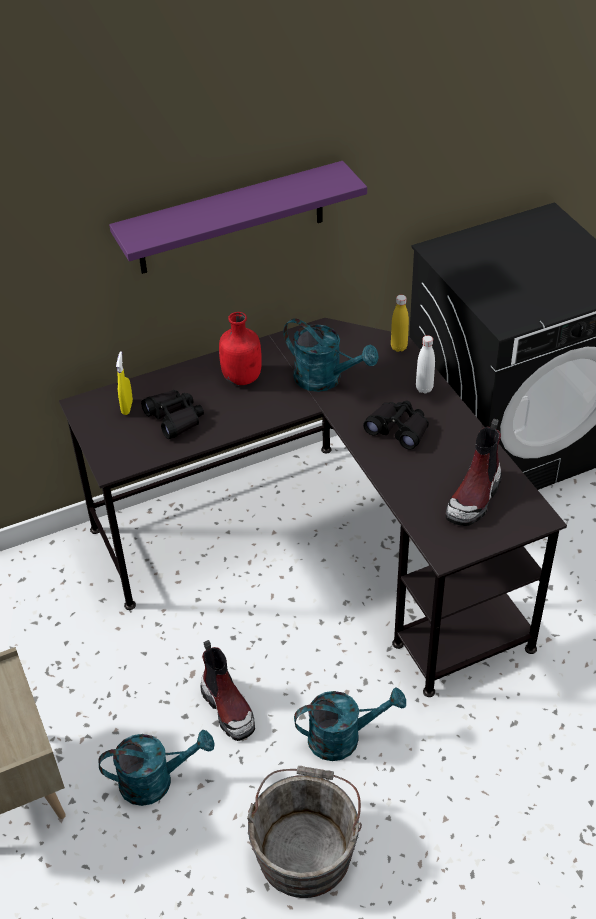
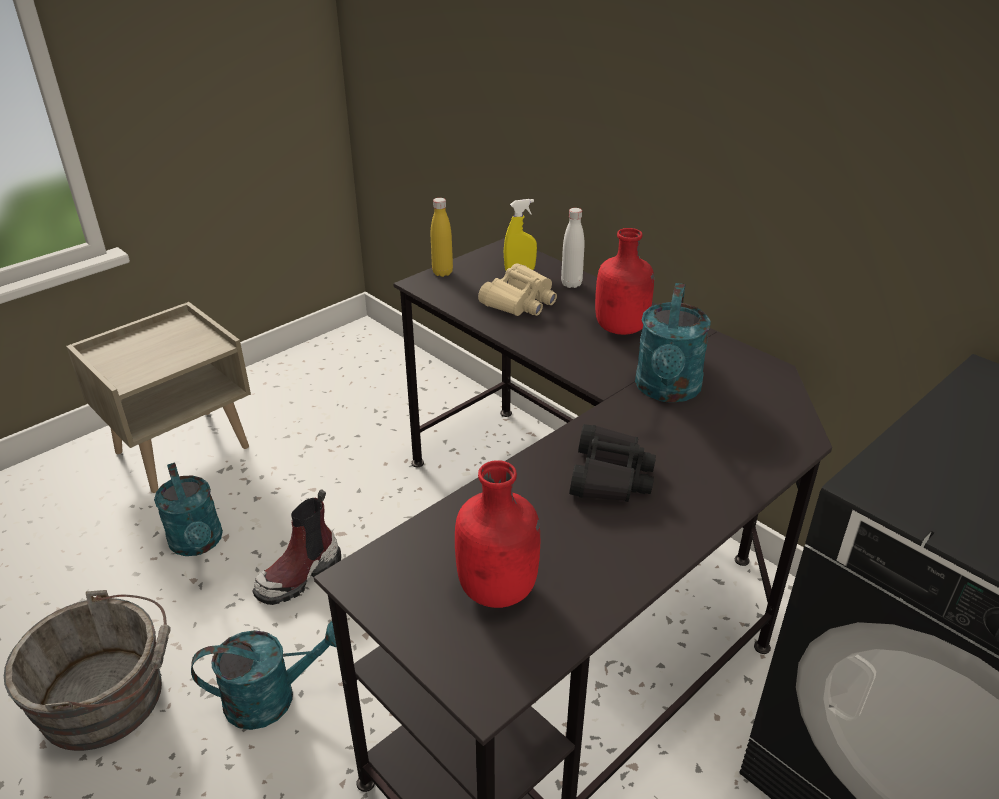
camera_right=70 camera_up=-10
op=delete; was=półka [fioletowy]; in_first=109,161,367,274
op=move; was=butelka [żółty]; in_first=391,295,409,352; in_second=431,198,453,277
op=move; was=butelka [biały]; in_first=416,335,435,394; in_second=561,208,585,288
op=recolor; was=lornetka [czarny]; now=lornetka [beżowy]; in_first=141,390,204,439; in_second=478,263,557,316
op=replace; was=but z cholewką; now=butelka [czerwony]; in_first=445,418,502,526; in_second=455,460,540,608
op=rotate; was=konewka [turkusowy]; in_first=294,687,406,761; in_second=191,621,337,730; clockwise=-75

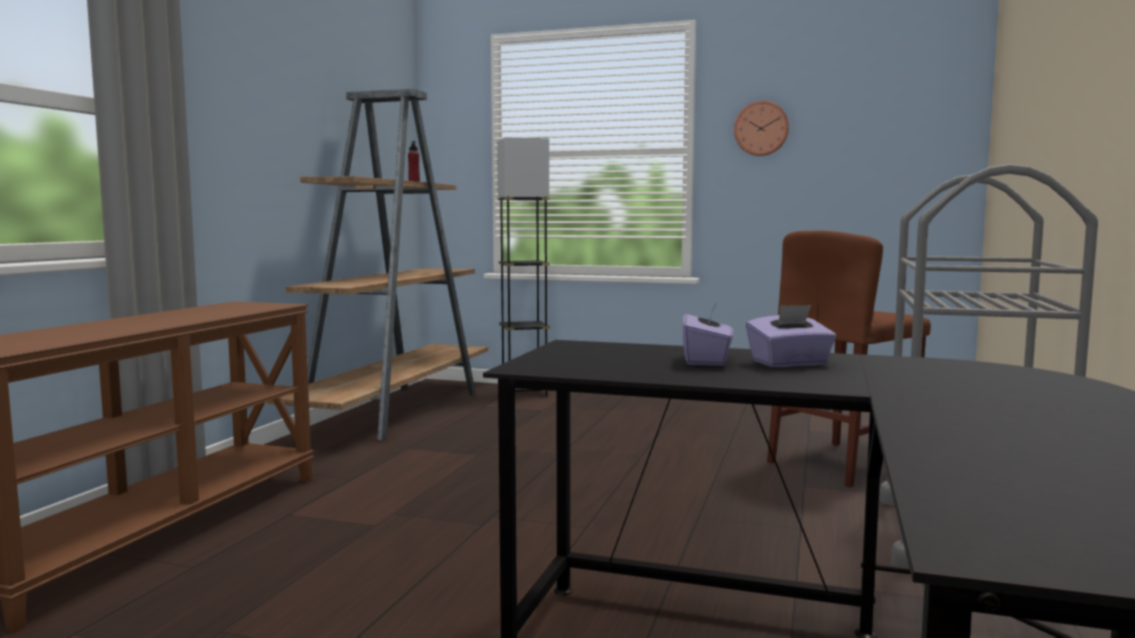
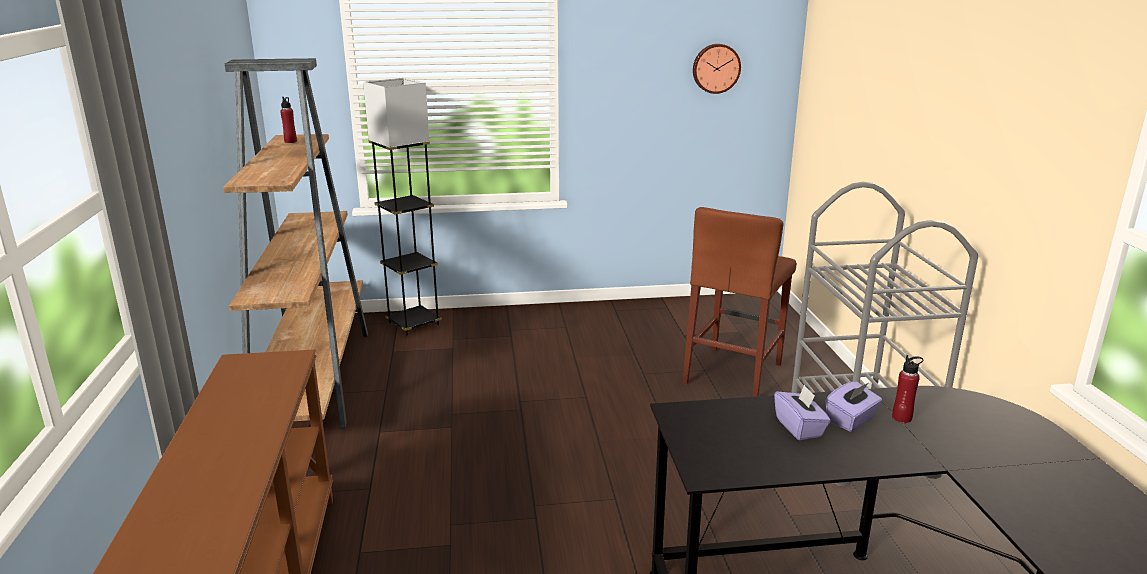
camera_right=-25 camera_up=15
op=move; was=zegar ścienny; in_first=734,101,789,156; in_second=693,44,741,94
op=insert; now=butelka [czerwony]; in_second=892,355,923,423

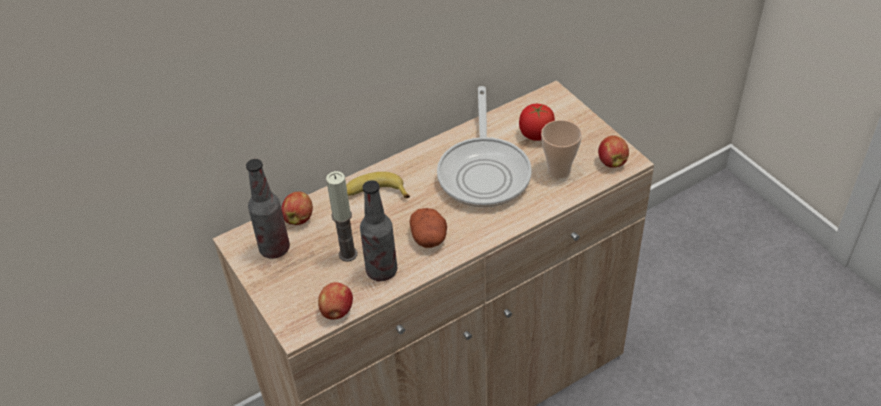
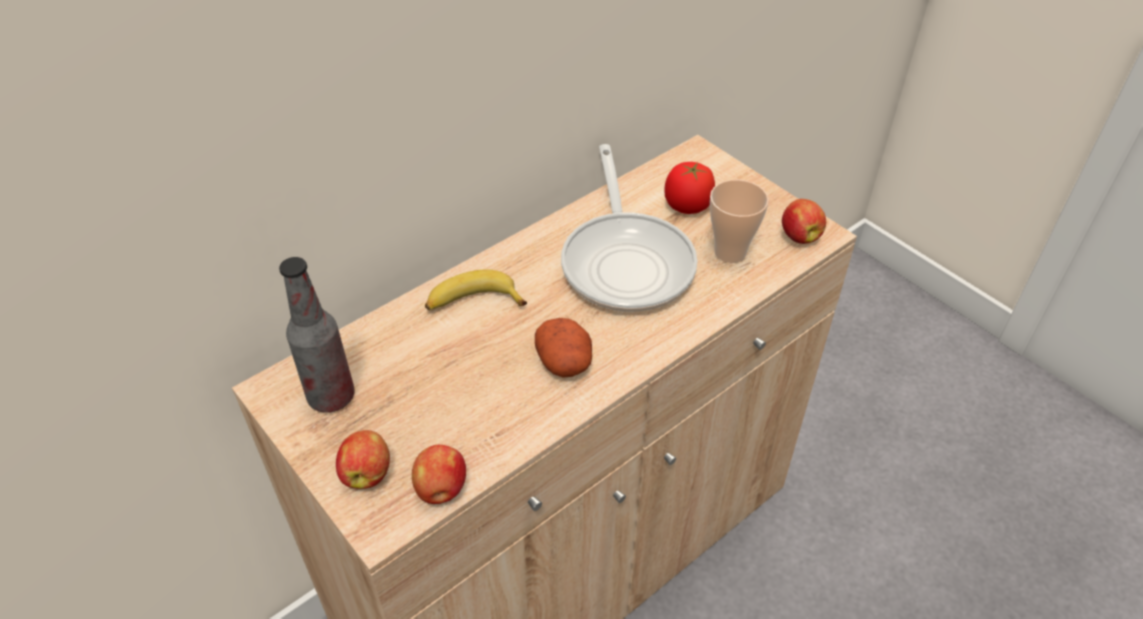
camera_right=-10 camera_up=0
op=delete; was=świeca; in_first=326,171,357,262
op=delete; was=butelka; in_first=360,180,397,281
op=move; was=jabłko; in_first=281,192,313,225; in_second=336,430,390,489

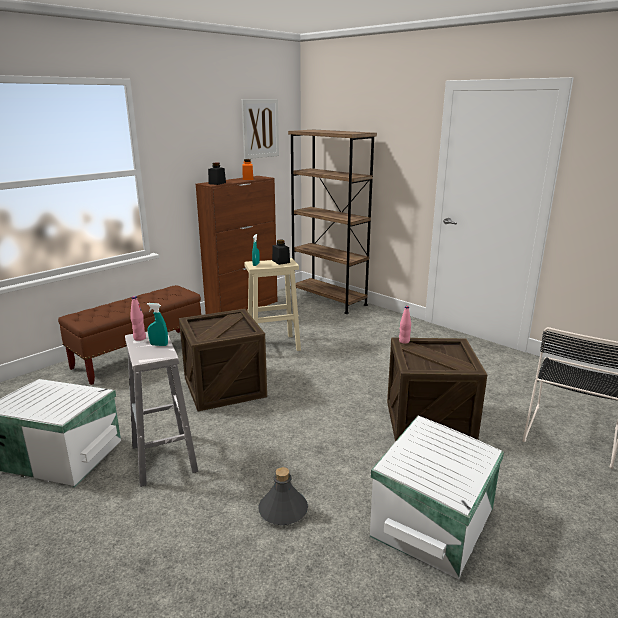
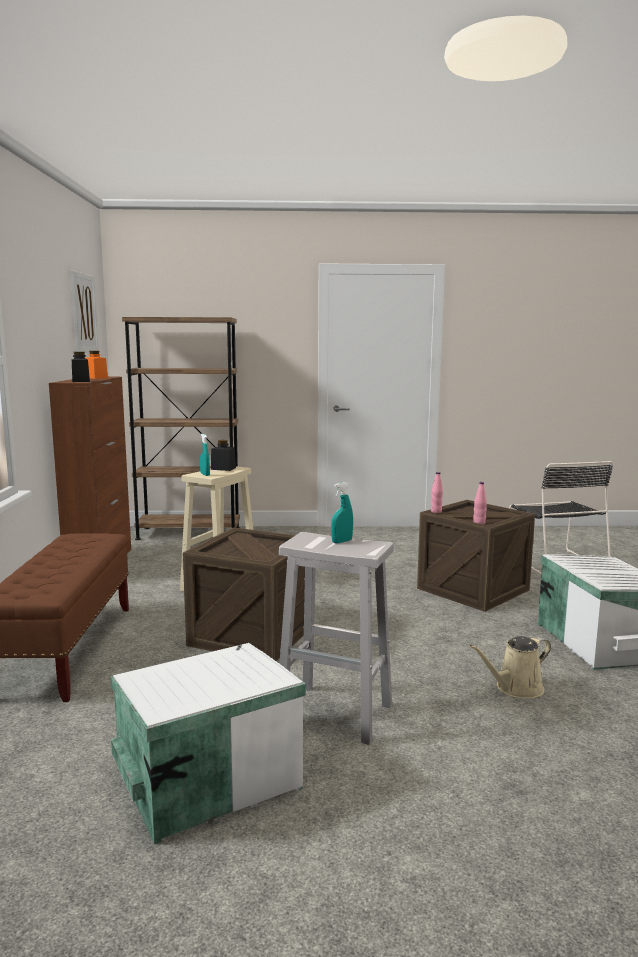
camera_right=-45 camera_up=-10
op=move; was=butelka [różowy]; in_first=130,296,146,341; in_second=473,482,487,524
op=replace; was=butelka [szary]; now=konewka [beżowy]; in_first=258,467,308,525; in_second=469,636,551,698

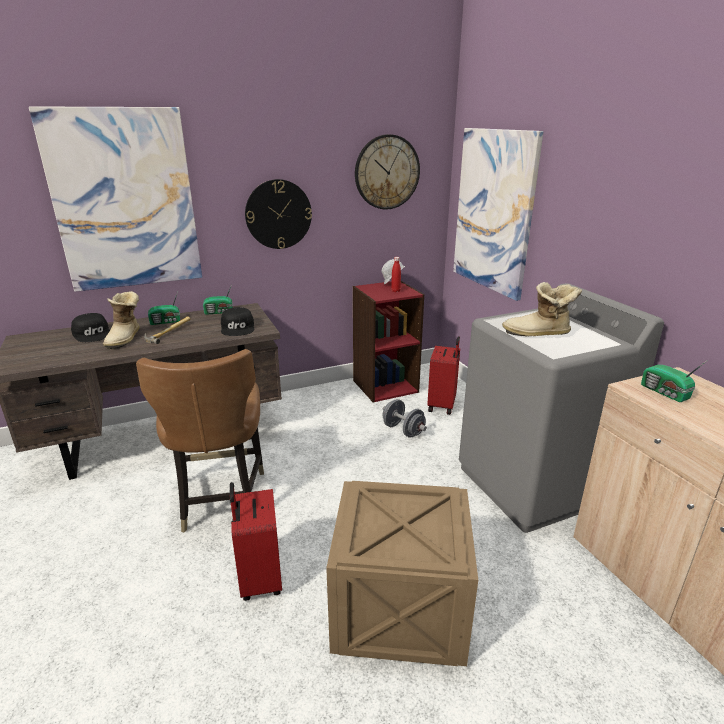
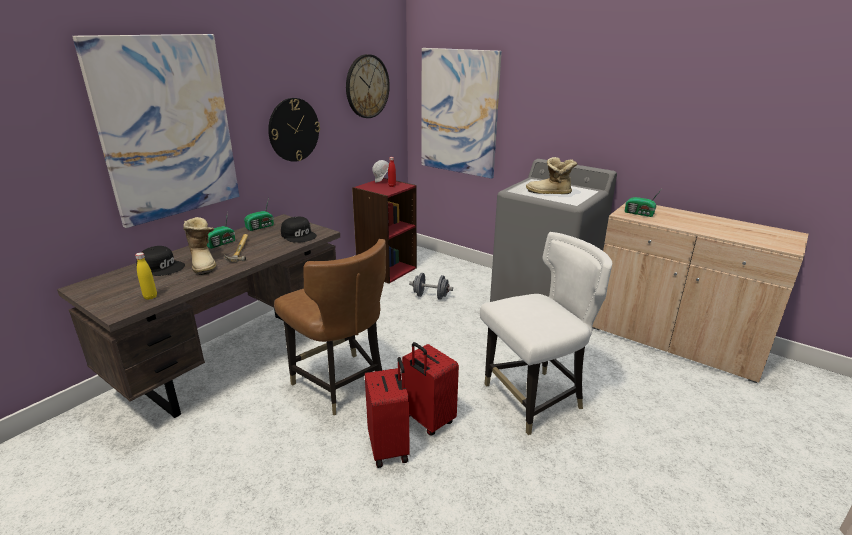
camera_right=-30 camera_up=0
op=rotate; was=but z cholewką; in_first=502,282,582,337; in_second=526,157,577,194; clockwise=45
op=move; was=walizka [czerwony]; in_first=427,336,460,415; in_second=365,357,410,468
op=replace; was=skrzynka; now=krzesło [biały]; in_first=326,481,478,666; in_second=480,232,612,435
op=insert; now=butelka [żółty]; in_second=135,252,157,300

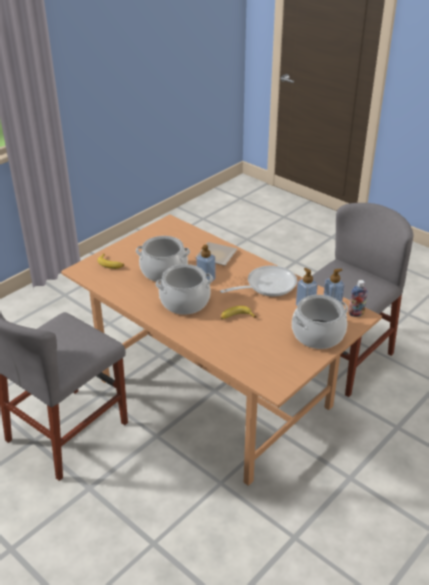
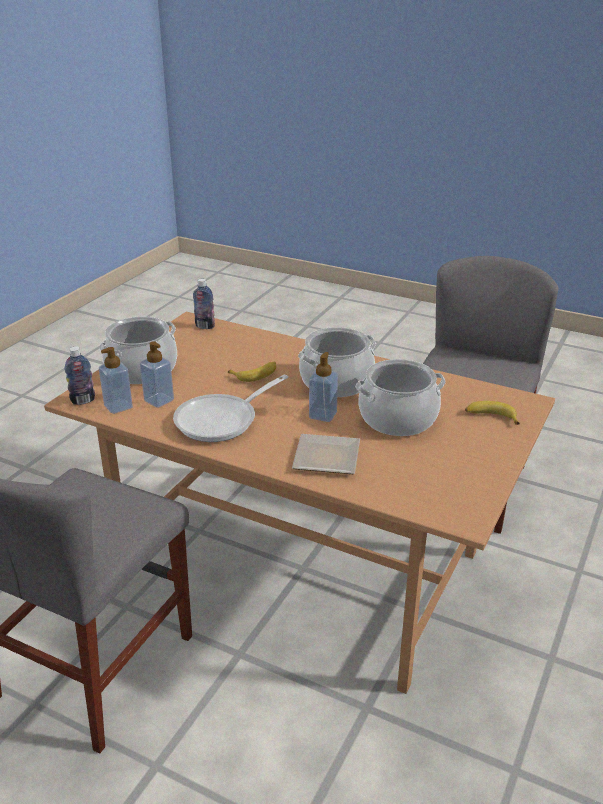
camera_right=165 camera_up=-5
op=insert; now=butelka; in_second=193,279,215,329

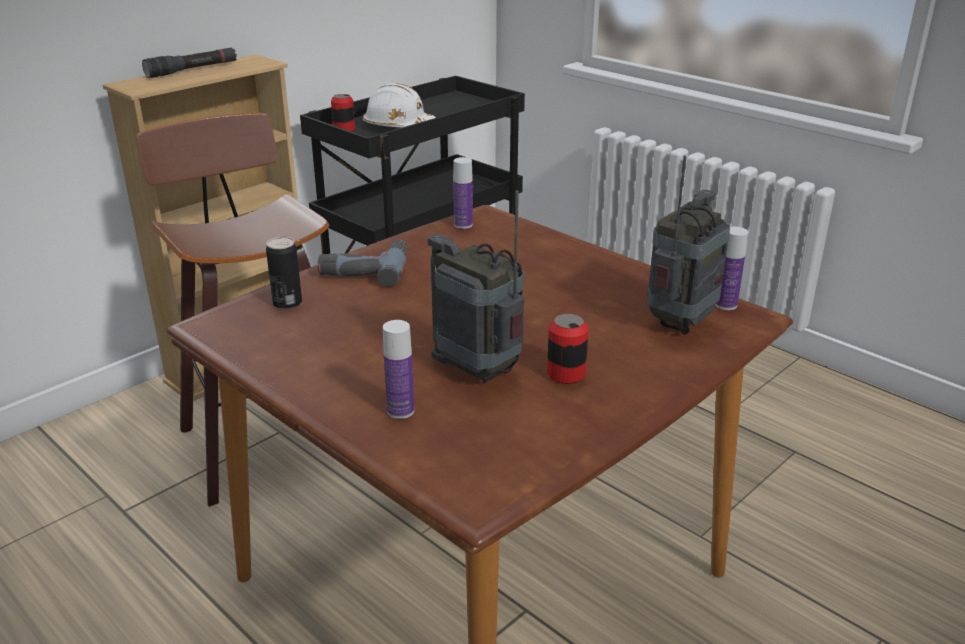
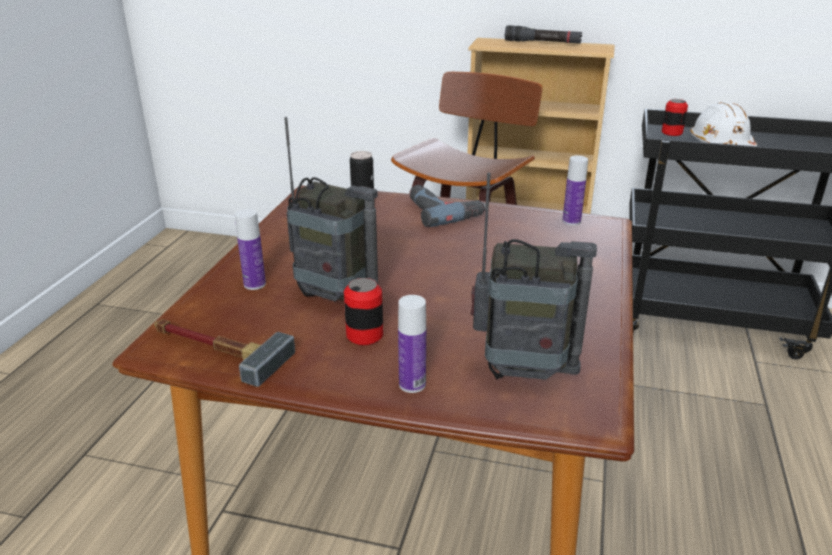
camera_right=60 camera_up=0
op=rotate; was=radio; in_first=428,190,524,383; in_second=284,117,378,301; clockwise=105
op=move; was=butelka; in_first=715,227,748,310; in_second=398,295,426,393
op=insert; now=młotek; in_second=154,319,295,387

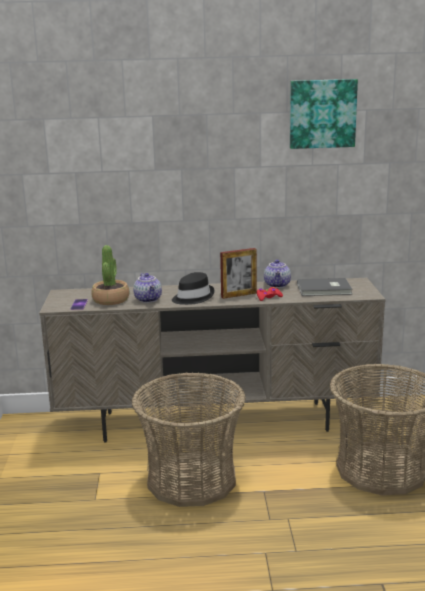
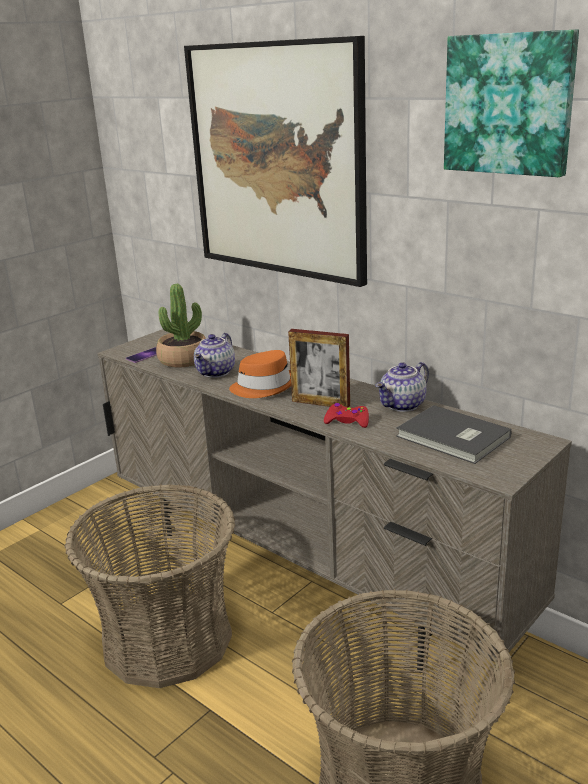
camera_right=45 camera_up=5
op=recolor; was=kapelusz [czarny]; now=kapelusz [pomarańczowy]; in_first=172,272,215,305; in_second=229,350,291,398
op=insert; now=obraz; in_second=184,36,367,287

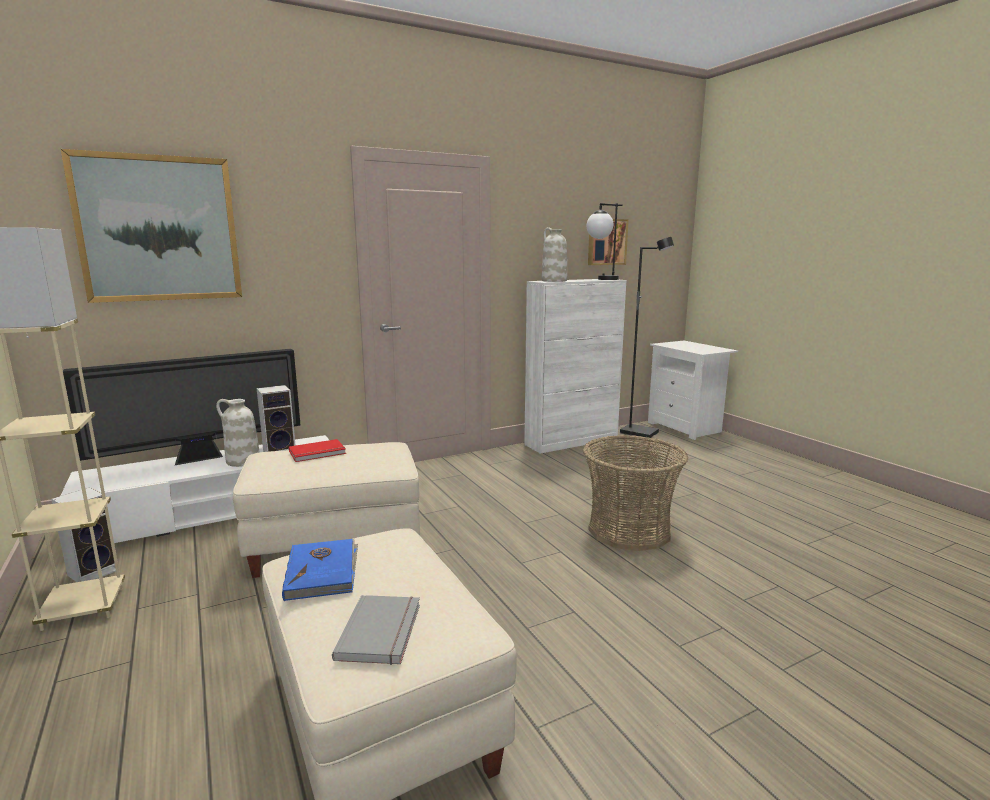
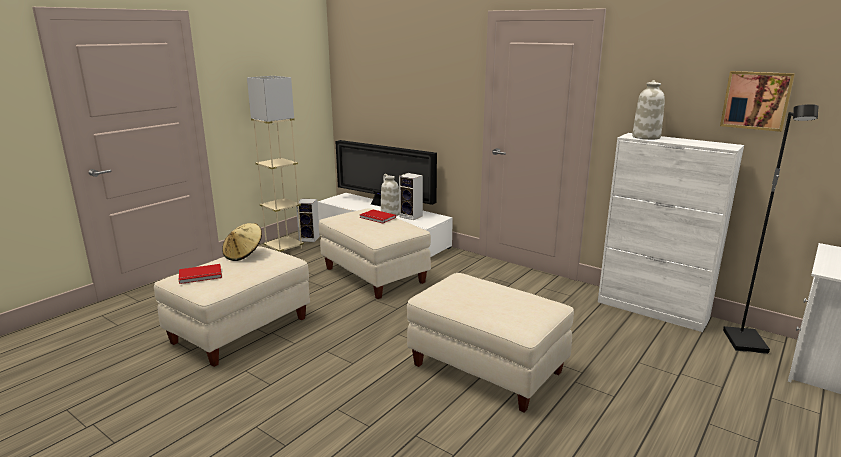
camera_right=65 camera_up=5
op=delete; was=obraz; in_first=61,149,242,303
op=delete; was=lampa stołowa; in_first=587,203,623,280
op=replace; was=koszyk; now=pufa [beżowy]; in_first=583,435,688,551; in_second=407,273,574,413
op=replace; was=książka [niebieski]; now=kapelusz [beżowy]; in_first=282,539,358,601; in_second=222,223,262,261
op=recolor; was=książka [szary]; now=książka [czerwony]; in_first=332,595,420,665; in_second=178,264,222,284

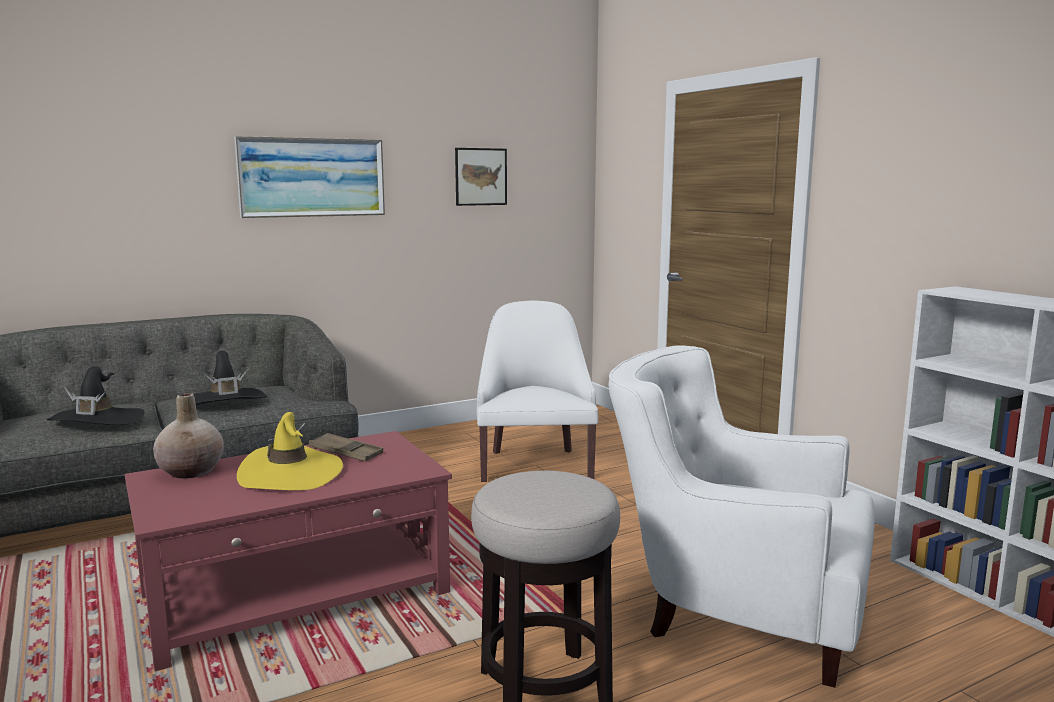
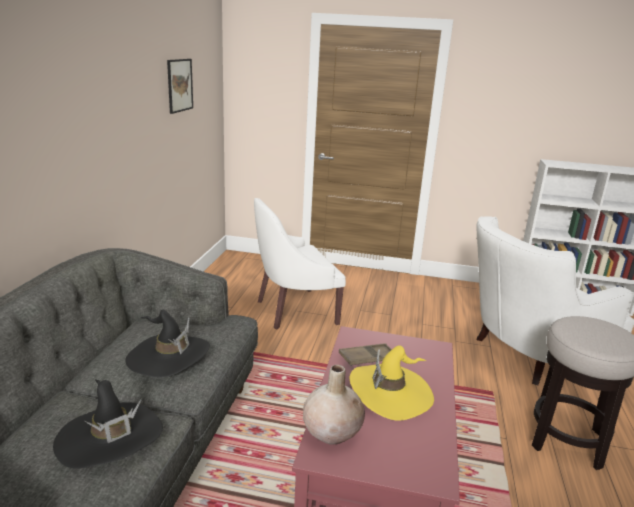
camera_right=-50 camera_up=10
op=delete; was=obraz; in_first=234,136,385,218
op=rotate; was=fotel [biały]; in_first=476,300,598,482; in_second=254,198,346,329; clockwise=-60

